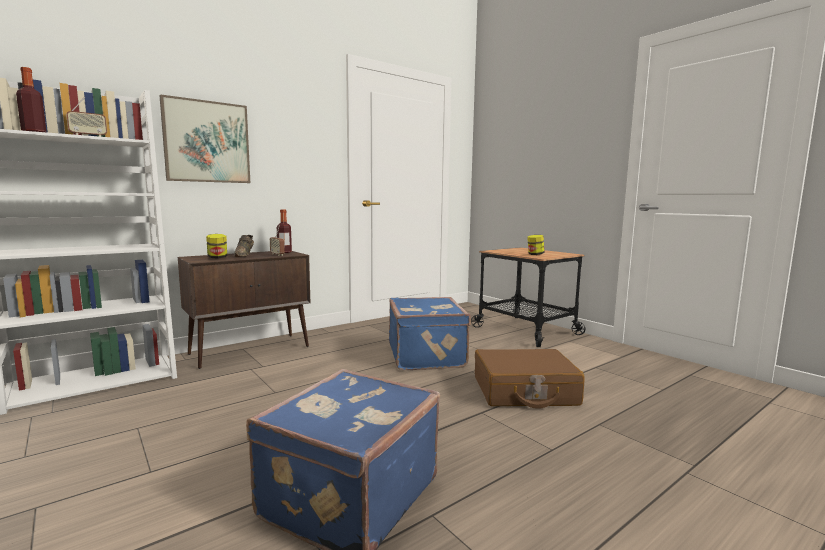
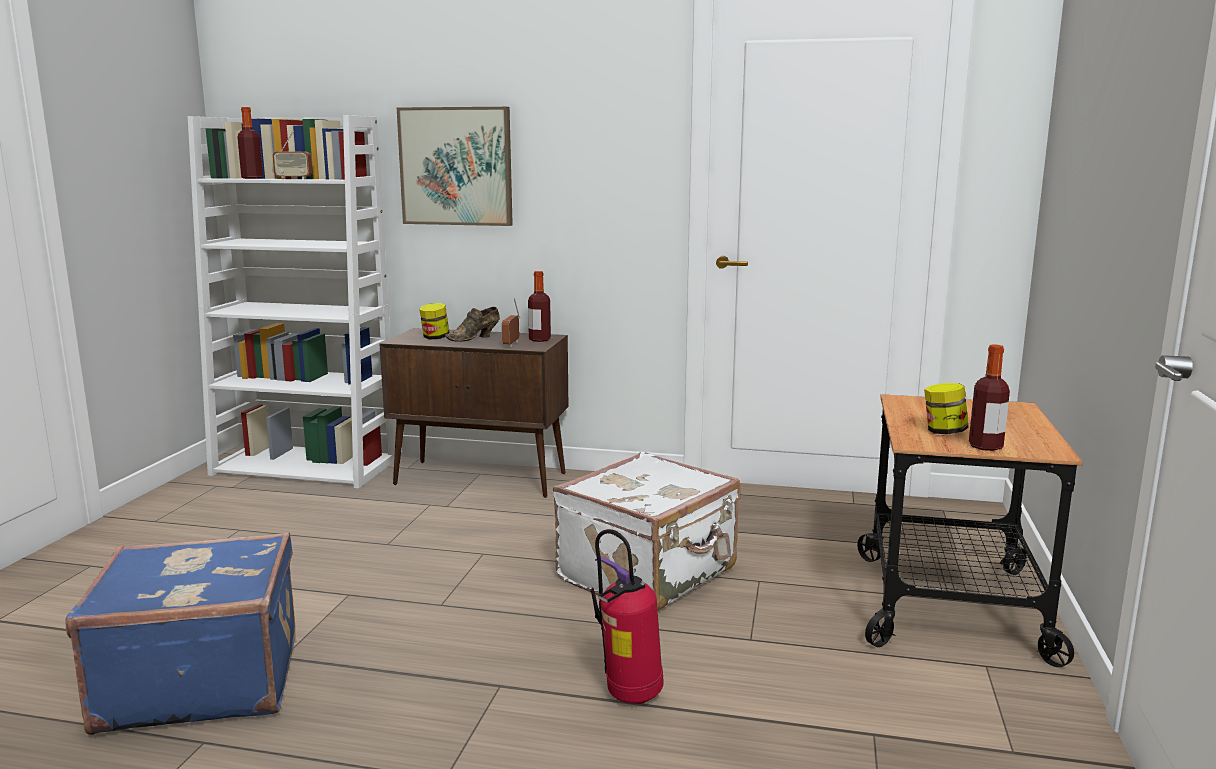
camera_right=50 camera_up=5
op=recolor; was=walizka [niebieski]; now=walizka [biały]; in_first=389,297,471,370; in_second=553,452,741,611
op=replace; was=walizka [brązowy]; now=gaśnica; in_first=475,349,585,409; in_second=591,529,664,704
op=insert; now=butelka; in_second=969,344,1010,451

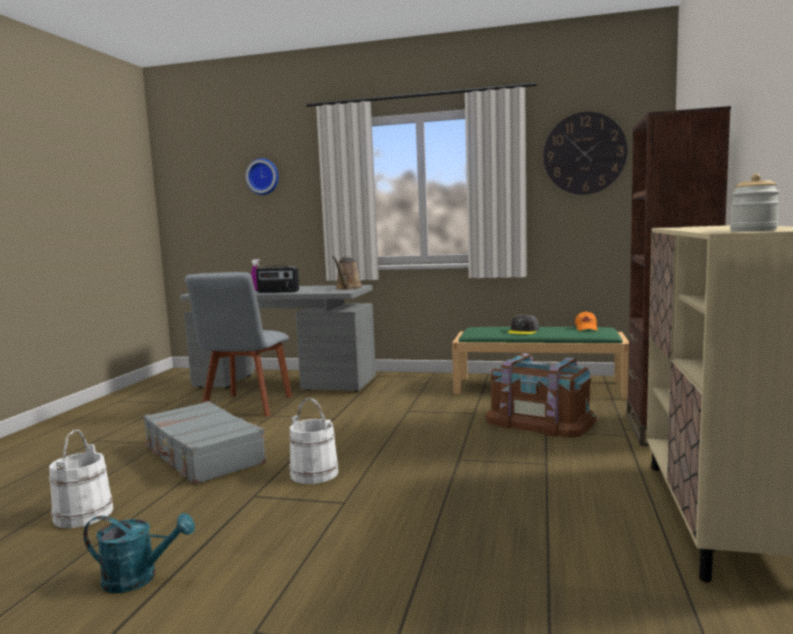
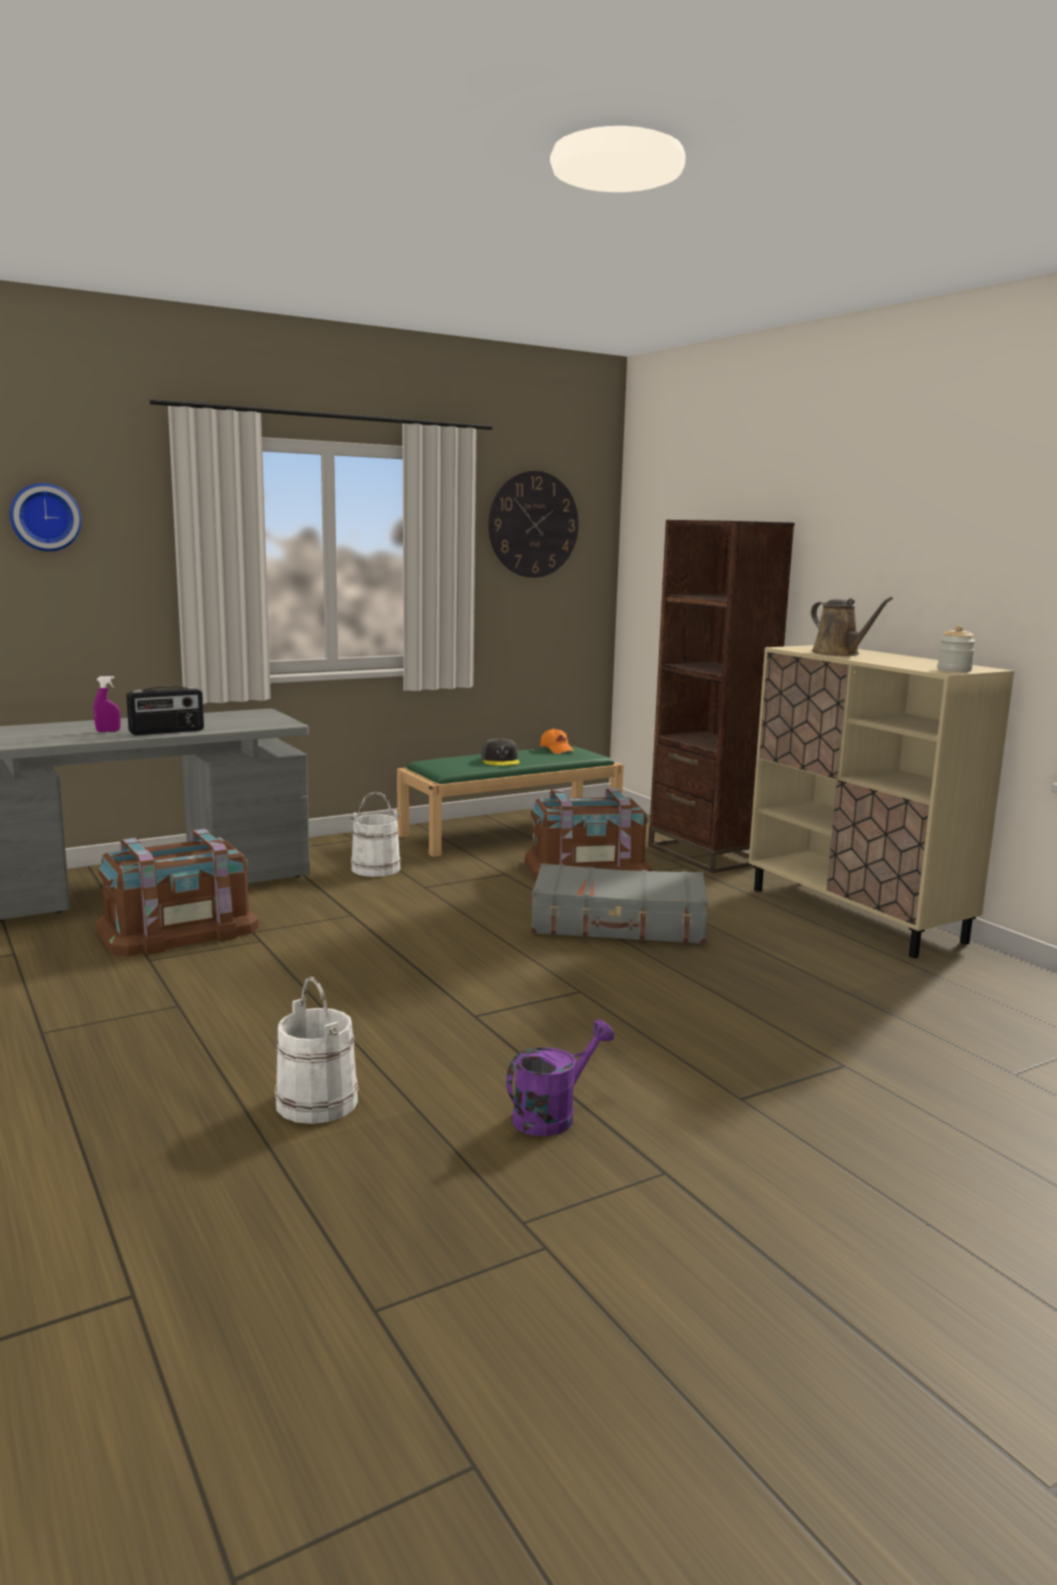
camera_right=-45 camera_up=5
op=move; was=konewka [brązowy]; in_first=332,256,362,290; in_second=811,597,893,656
op=replace; was=krzesło [szary]; now=pojemnik do przechowywania [brązowy]; in_first=185,272,292,417; in_second=96,829,259,956
op=move; was=wiadro [biały]; in_first=289,398,339,484; in_second=350,792,401,877
op=move; was=walizka [szary]; in_first=143,401,266,485; in_second=531,863,708,944
op=recolor; was=konewka [turkusowy]; now=konewka [fioletowy]; in_first=84,513,195,593; in_second=506,1020,614,1136

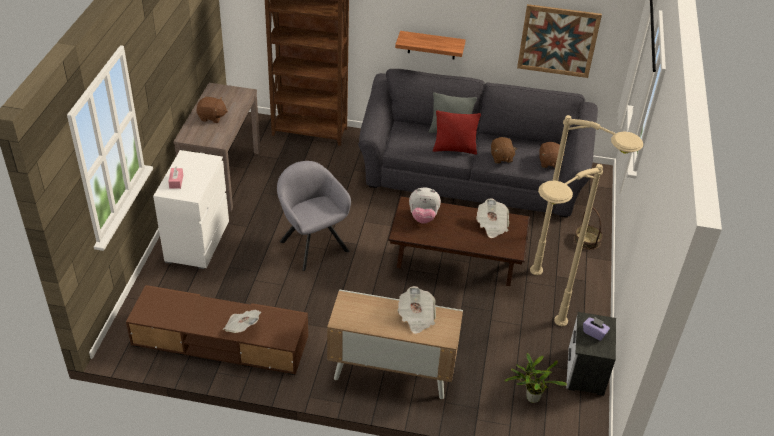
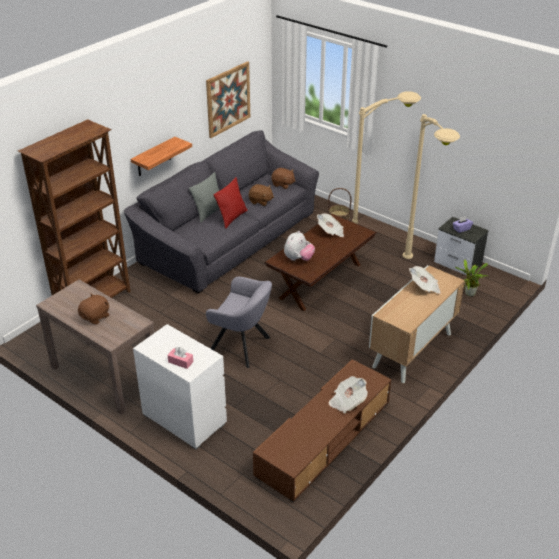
camera_right=-60 camera_up=-5
op=rotate; was=fotel [szary]; in_first=277,161,351,271; in_second=206,277,272,368; clockwise=-150

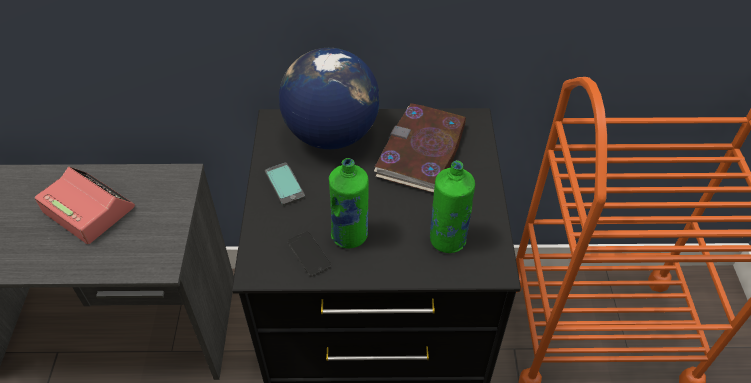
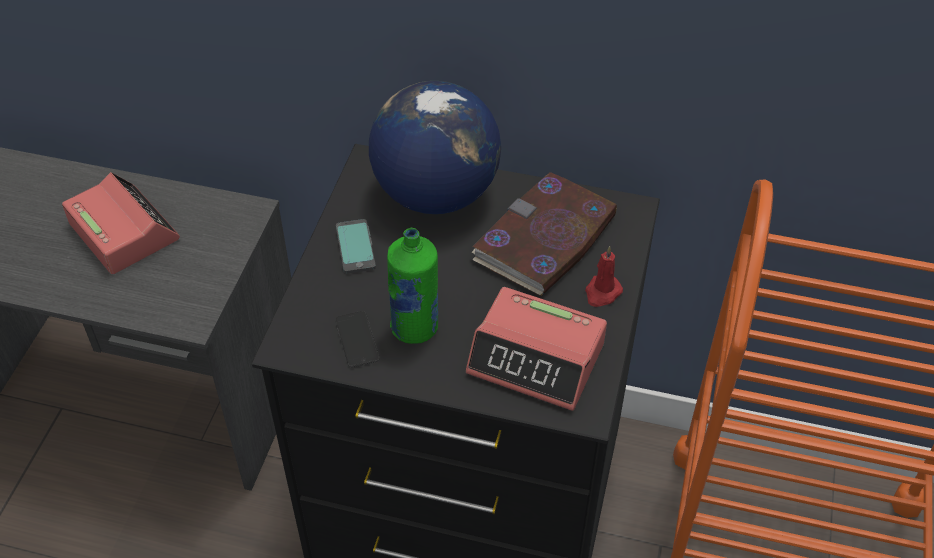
camera_right=15 camera_up=0
op=replace; was=butelka [zielony]; now=budzik; in_first=430,160,475,253; in_second=466,287,607,411
op=insert; now=świeca [czerwony]; in_second=585,246,623,307

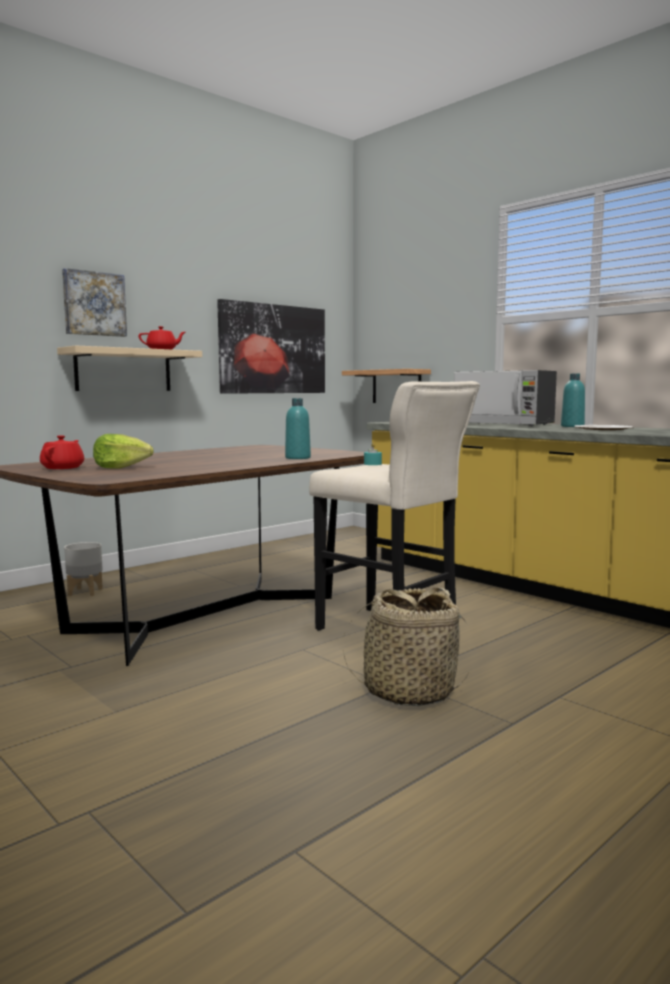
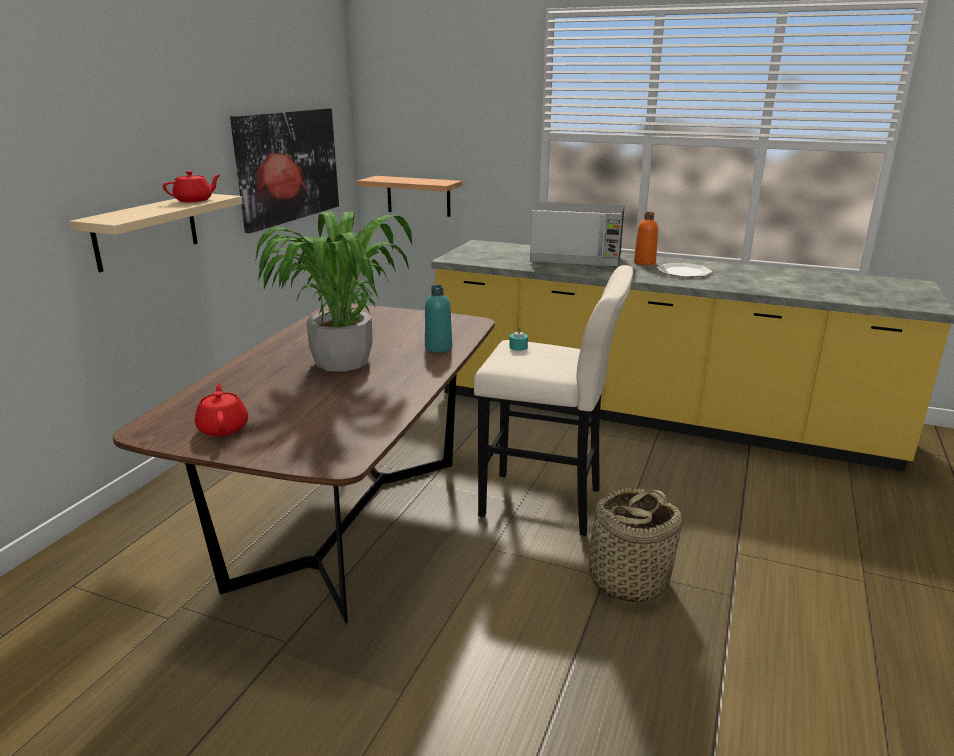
camera_right=-25 camera_up=15
op=delete; was=obraz; in_first=62,268,127,337
op=recolor; was=butelka [turkusowy]; now=butelka [pomarańczowy]; in_first=561,373,585,427; in_second=634,212,658,265
op=delete; was=sałata; in_first=93,434,153,468
op=delete; was=donica [szary]; in_first=64,542,103,596
op=insert; now=roślina doniczkowa; in_second=255,211,412,372

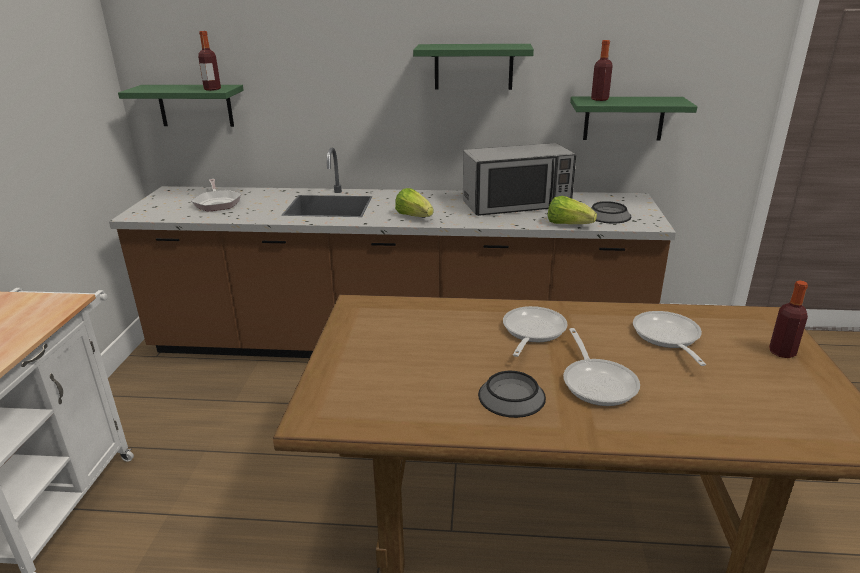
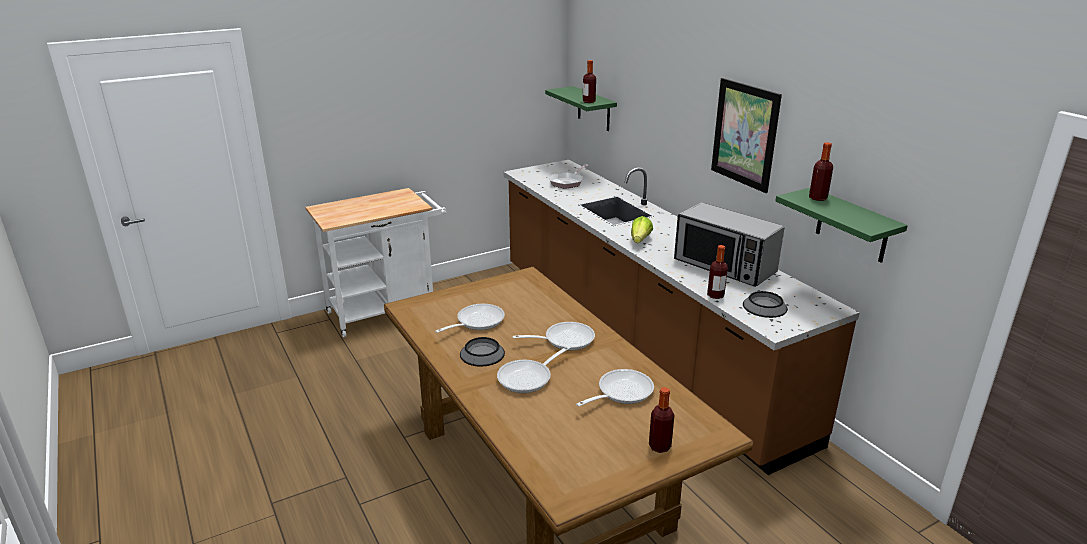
camera_right=55 camera_up=0
op=replace; was=półka [zielony]; now=obraz; in_first=413,44,534,90; in_second=711,78,782,193
op=replace; was=sałata; now=butelka; in_first=548,196,597,224; in_second=707,245,728,299
op=insert; now=patelnia; in_second=435,304,505,333

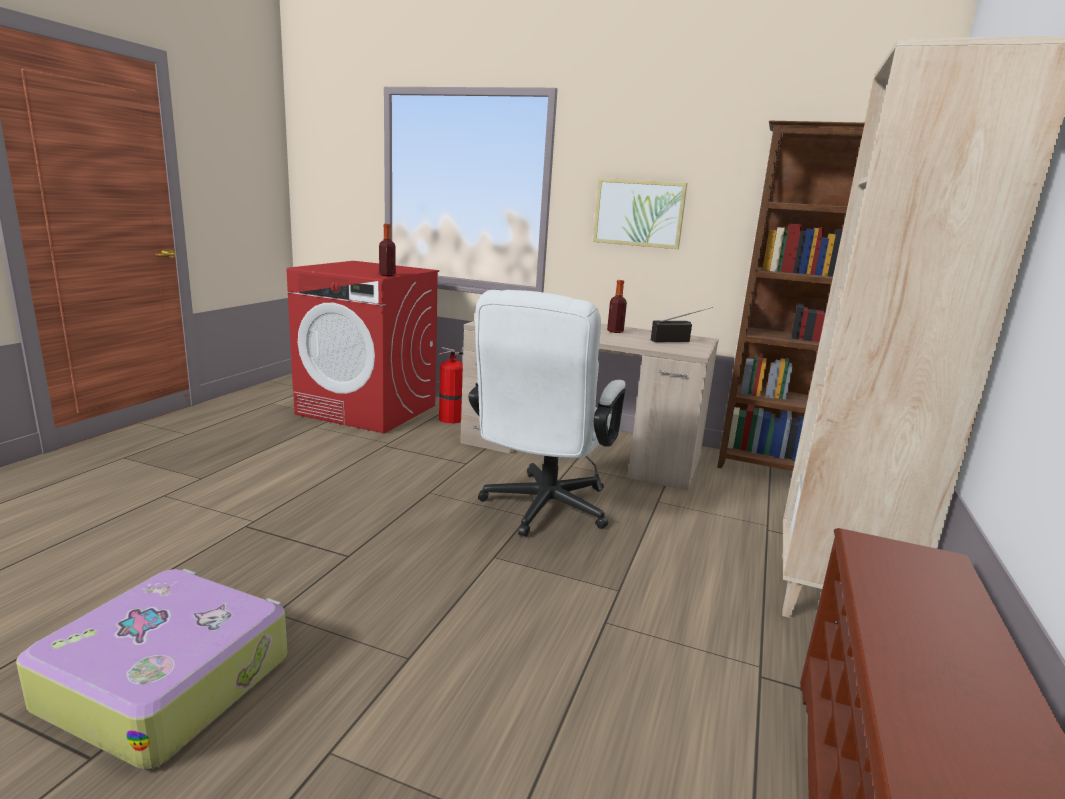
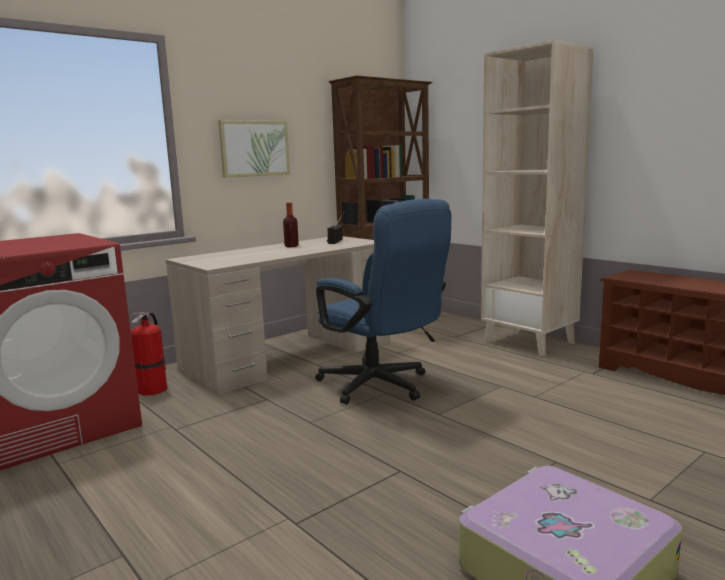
camera_right=-60 camera_up=-5
op=delete; was=butelka; in_first=379,224,396,276
op=recolor; was=krzesło biurowe [biały]; now=krzesło biurowe [niebieski]; in_first=469,290,626,537; in_second=315,199,451,404

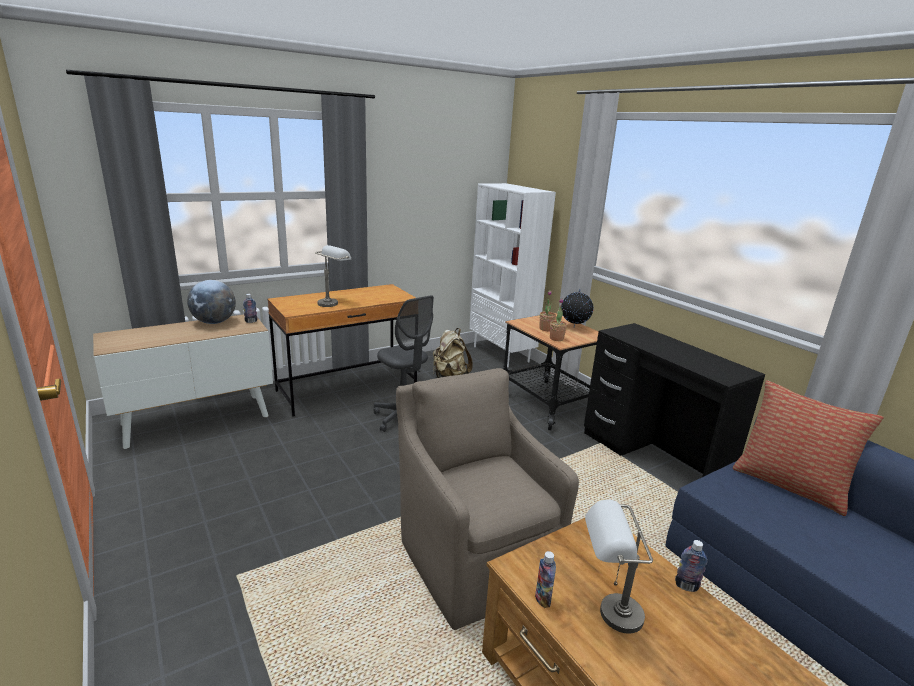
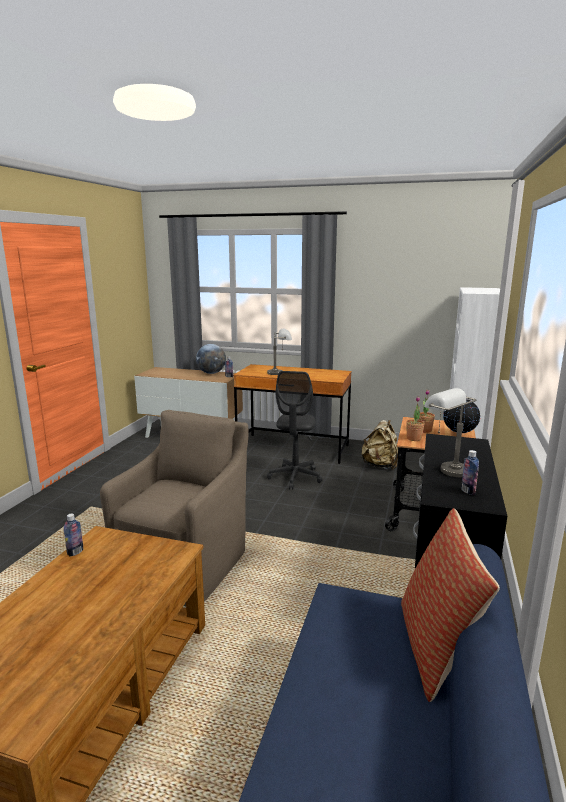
camera_right=50 camera_up=-5
op=move; was=lampa stołowa [szary]; in_first=585,499,653,634; in_second=424,388,476,477
op=move; was=butelka; in_first=675,540,707,592; in_second=461,450,479,495

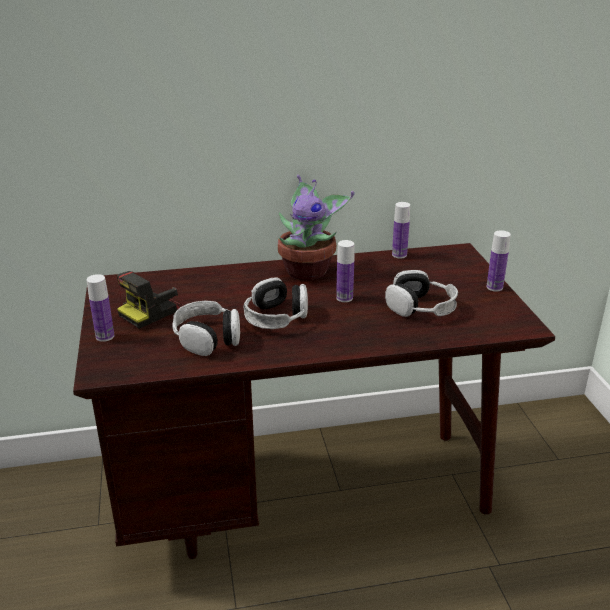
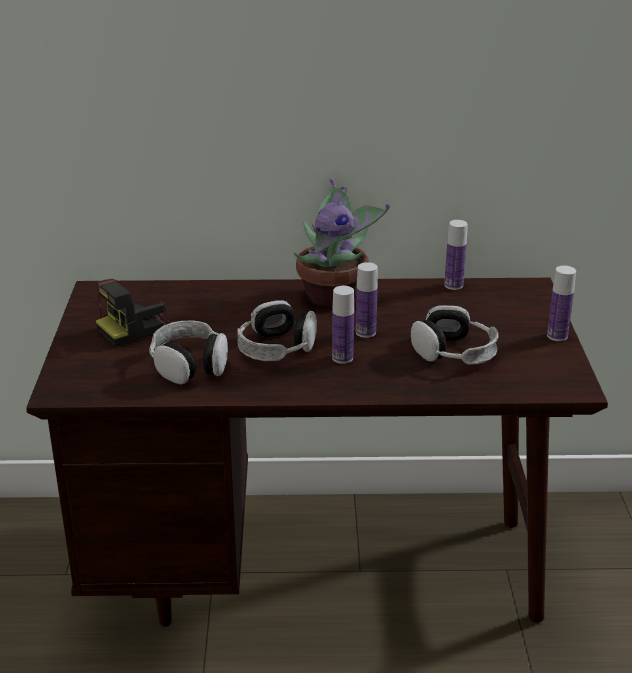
camera_right=10 camera_up=0
op=move; was=butelka; in_first=86,274,115,342; in_second=332,286,354,364

